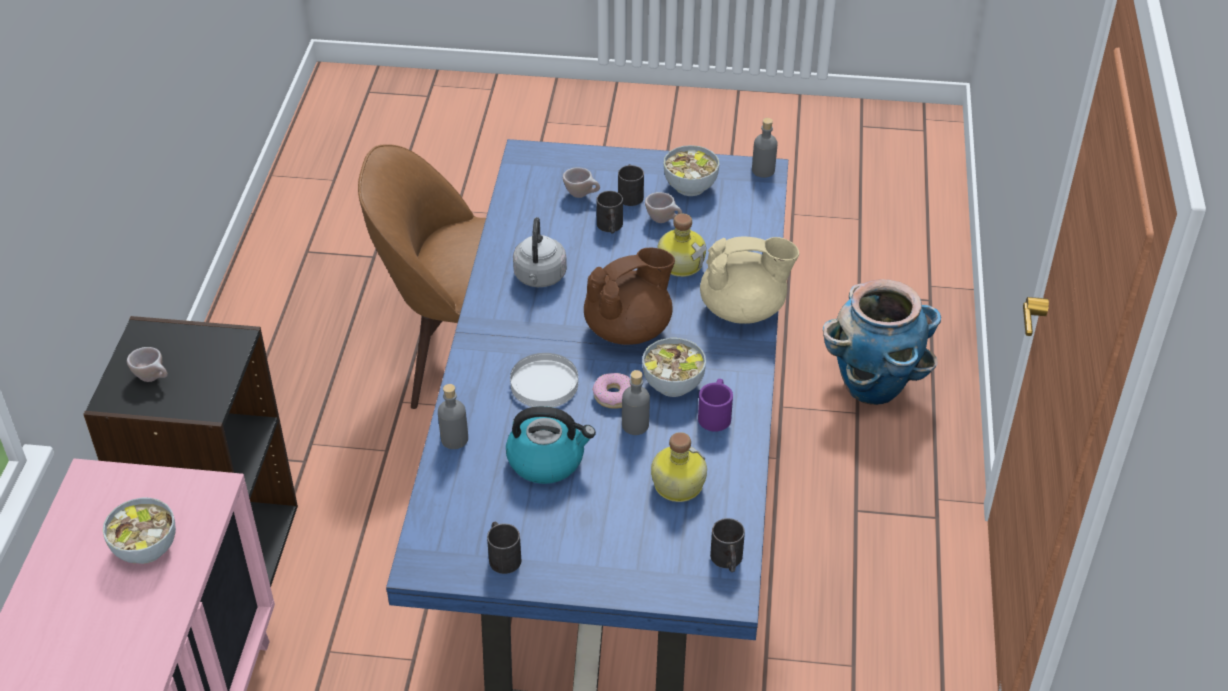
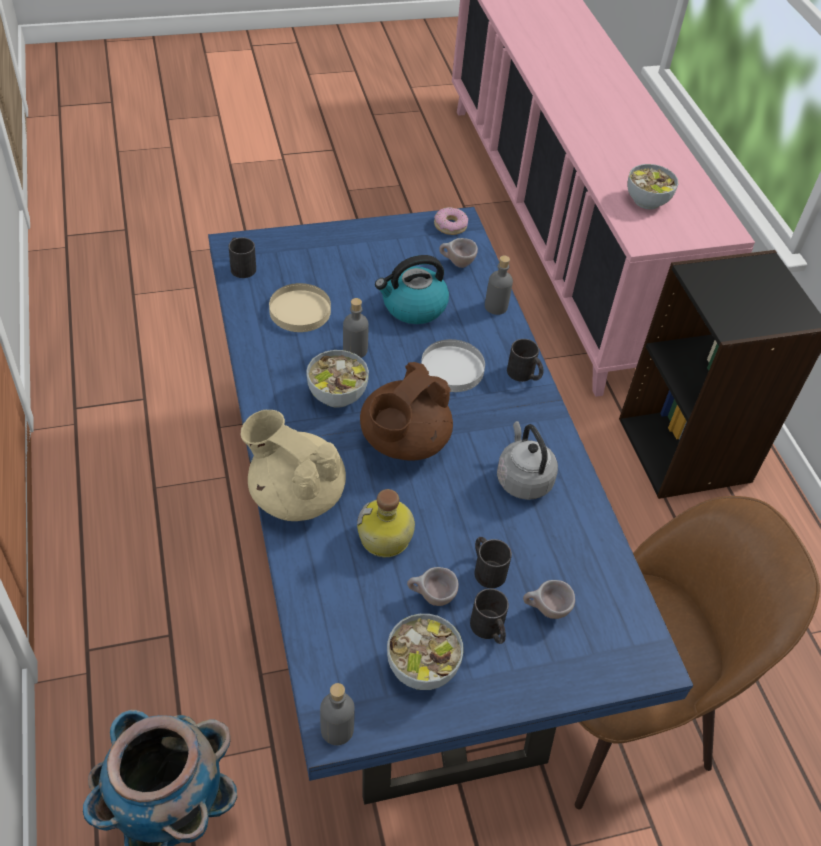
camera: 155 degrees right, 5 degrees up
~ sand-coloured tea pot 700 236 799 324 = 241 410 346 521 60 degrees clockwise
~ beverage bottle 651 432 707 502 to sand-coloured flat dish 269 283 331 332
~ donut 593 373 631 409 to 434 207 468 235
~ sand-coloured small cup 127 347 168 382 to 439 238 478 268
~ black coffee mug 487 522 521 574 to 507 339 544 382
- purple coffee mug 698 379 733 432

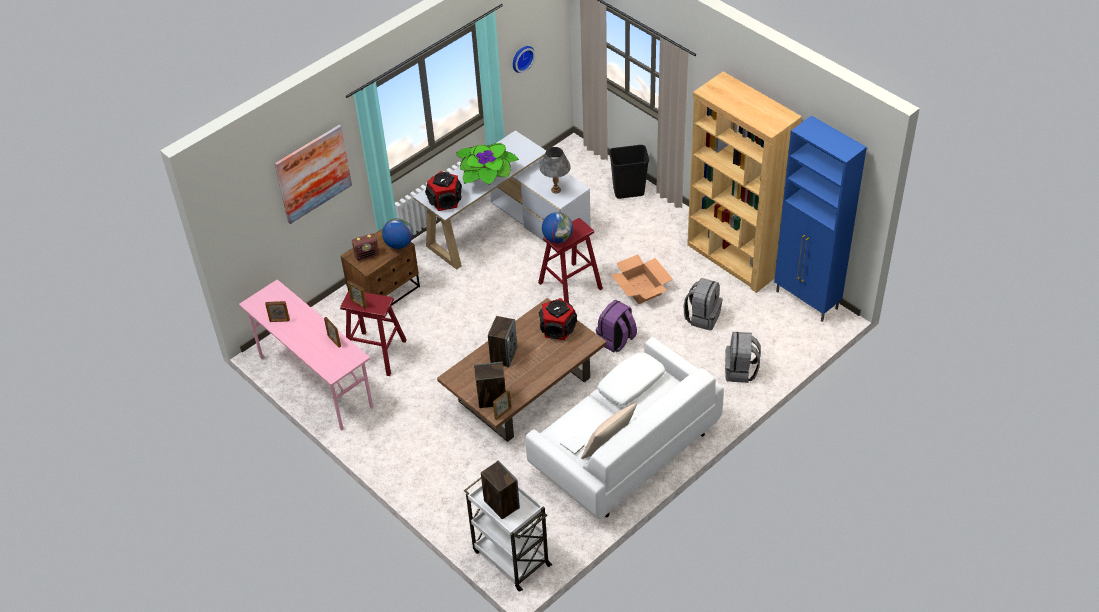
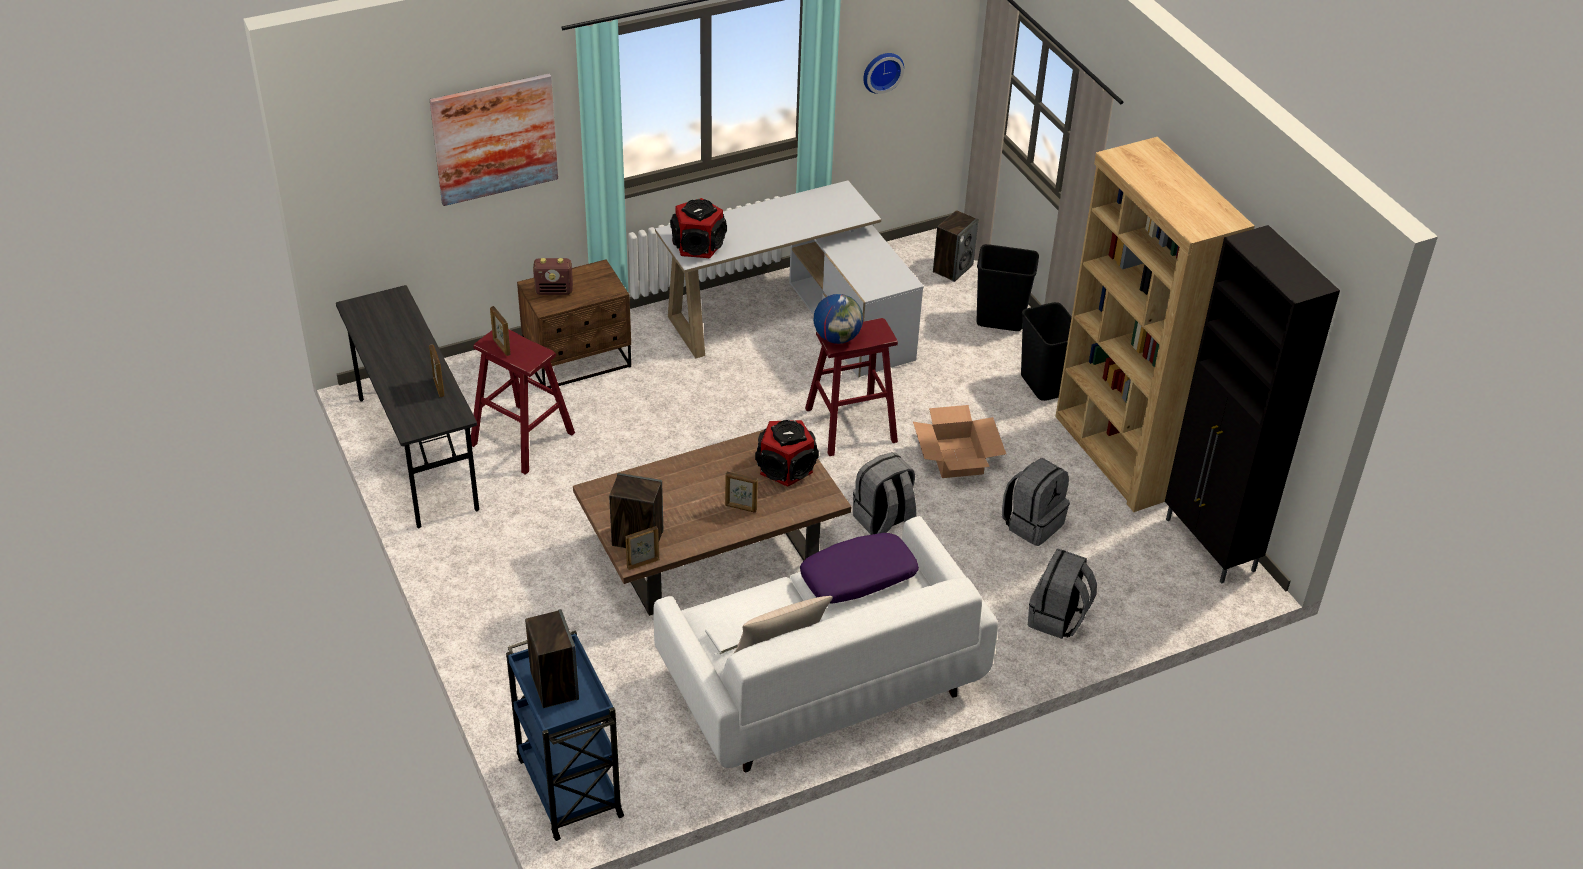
camera: 15 degrees right, 5 degrees down
~ pinkish desk table 239 280 373 430 to grey desk table 336 285 479 528
~ whitish wheeled cart 464 477 553 592 to blue wheeled cart 506 630 624 841
~ photo frame 265 301 290 322 to 725 471 758 513
~ whitish cushion 598 352 665 406 to purple cushion 800 533 919 603
~ purple backpack 596 300 637 352 to grey backpack 853 452 916 535
~ audio speaker 488 316 517 367 to 933 210 978 282
+ black rubbish bin 1021 302 1072 401
~ blue cupboard 774 115 867 322 to black cupboard 1165 225 1340 584
- desk globe 382 218 413 249
- plant in a pot 456 143 519 185
- grey table lamp 540 147 571 193

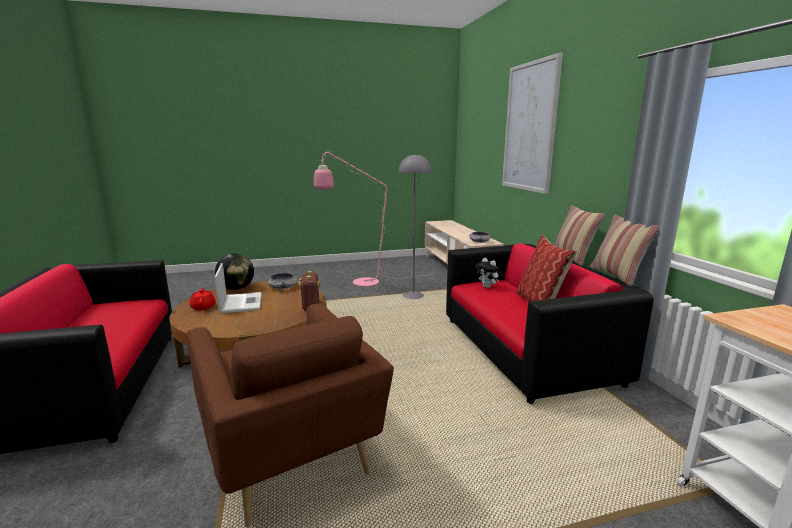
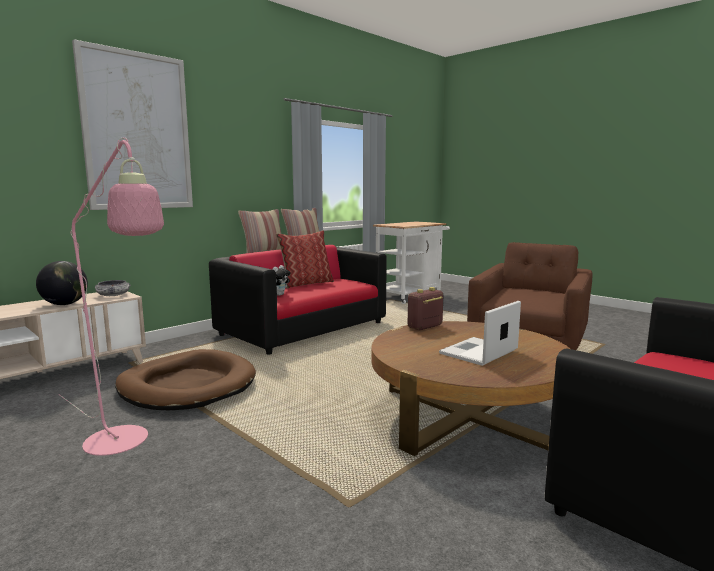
camera: 120 degrees left, 5 degrees down
~ desk globe 215 253 254 290 to 36 261 88 305
~ grey floor lamp 398 154 432 299 to brown-coloured dog cushion 115 349 256 410
- red-coloured tea pot 190 287 216 310
- bowl 267 273 296 289

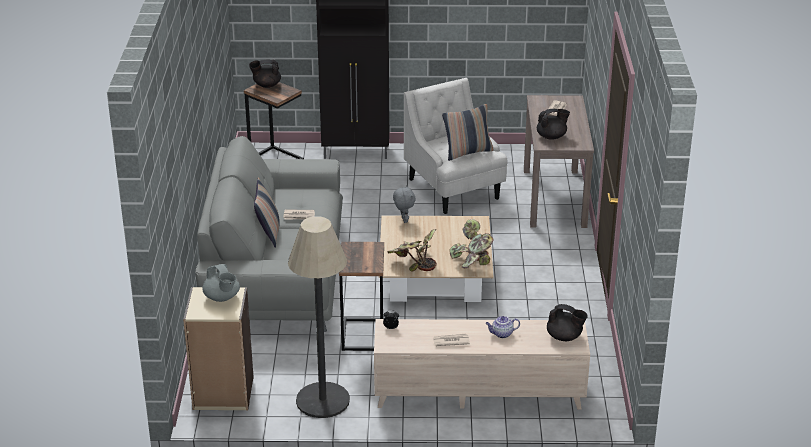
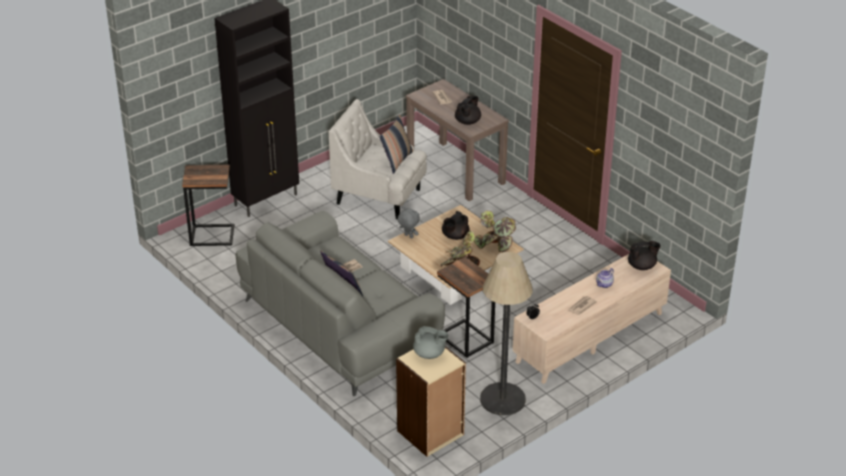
camera: 40 degrees left, 5 degrees up
~ black tea pot 249 60 281 88 to 442 211 470 240

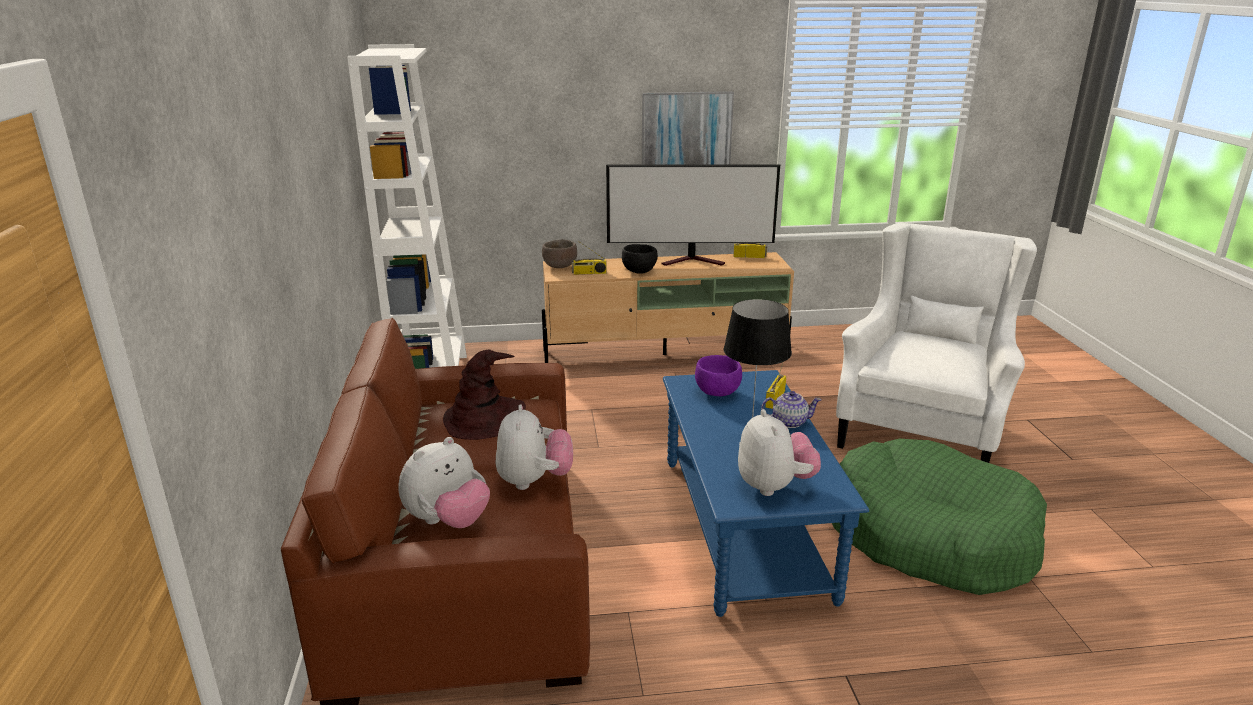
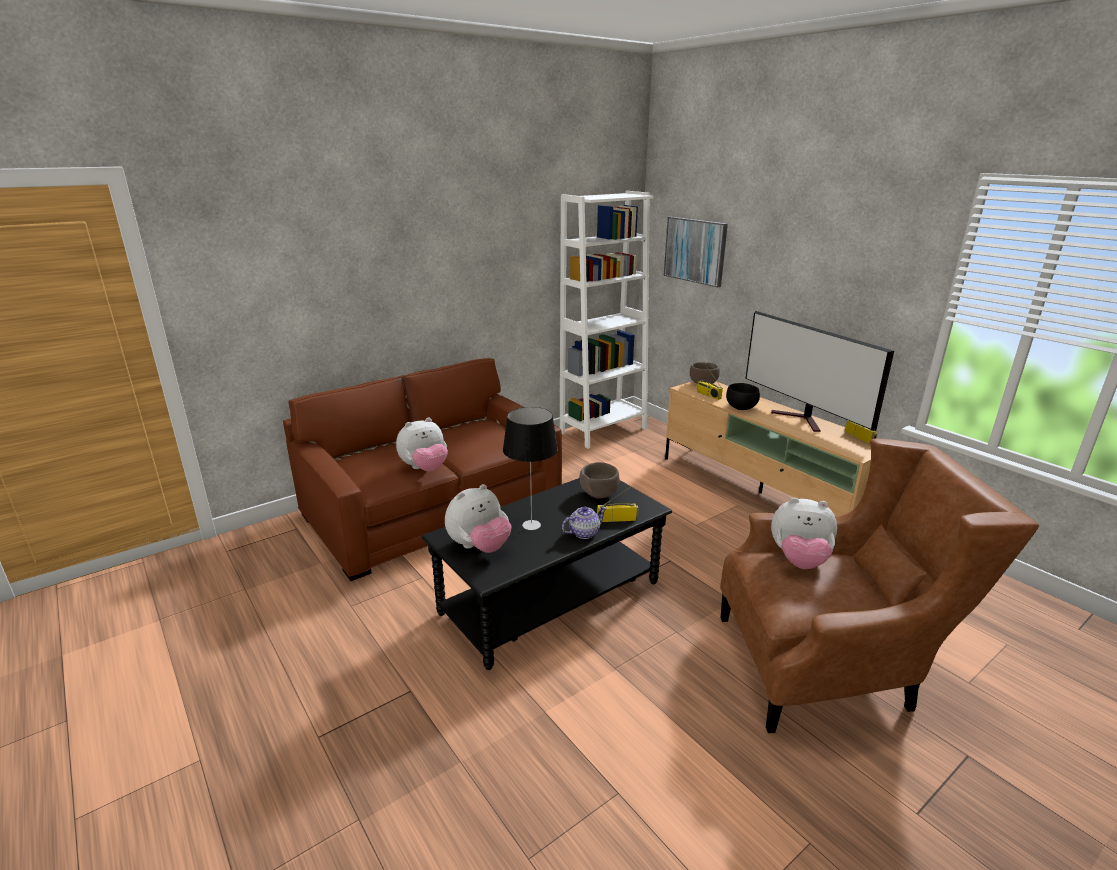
camera: 60 degrees right, 0 degrees up
~ blue low table 663 370 869 617 to black low table 421 478 672 670
~ tea pot 761 391 822 428 = 562 506 607 539 90 degrees counterclockwise
~ purple bowl 695 355 742 396 to brown-coloured bowl 579 462 620 499
~ picture 642 91 734 165 to 664 217 728 288
~ whitish lounge chair 836 223 1037 463 to brown-coloured lounge chair 720 439 1039 733
~ cuddly toy 398 437 490 528 to 771 498 837 569
- brown-coloured clothing hat 443 350 526 440
- green dog cushion 832 439 1047 595

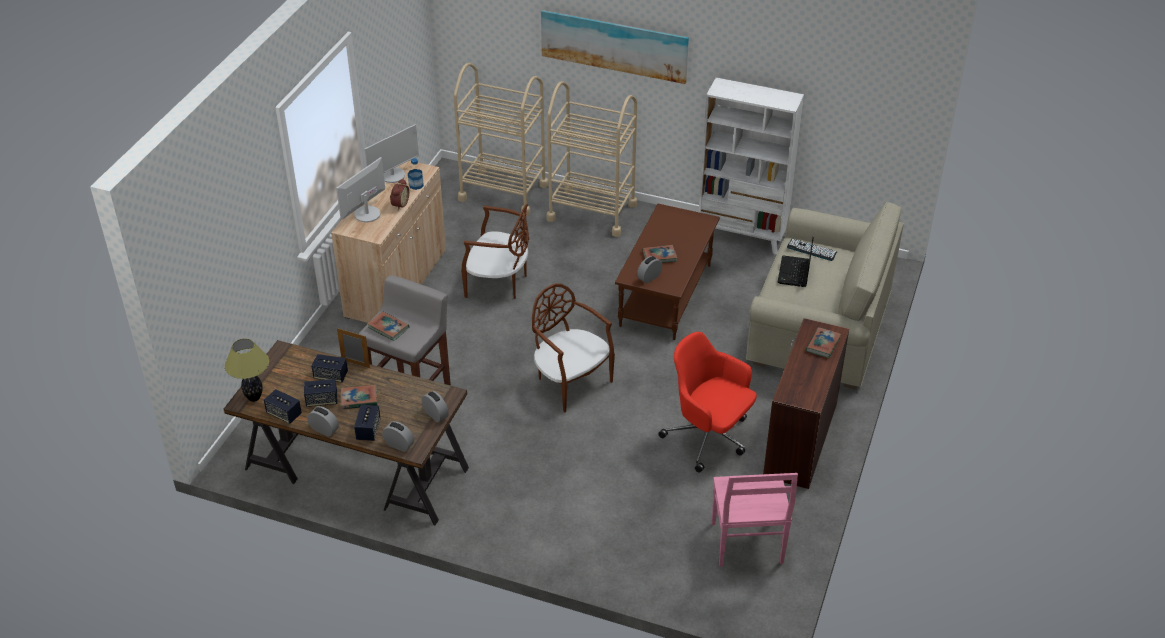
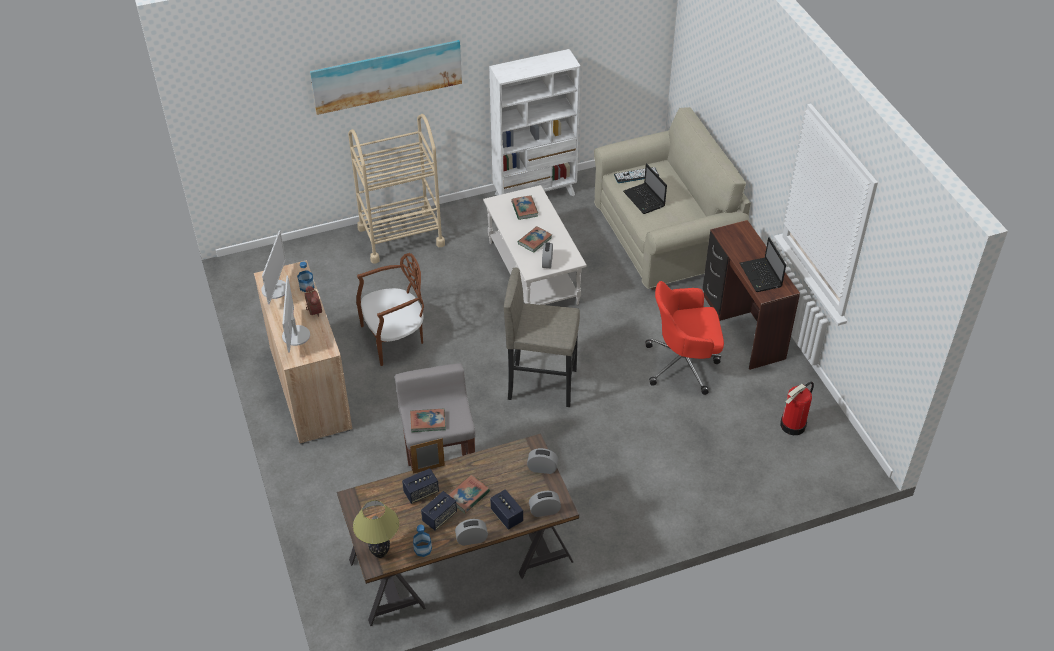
camera: 40 degrees left, 5 degrees up
~ audio speaker 264 389 302 424 to beverage bottle 413 525 432 557
~ brown-coloured low table 615 204 720 340 to whitish low table 483 185 587 305
~ brown-coloured upright chair 532 284 615 413 to grey sitting stool 504 267 580 407
~ book 806 327 841 358 to 511 195 538 220
+ laptop 740 237 786 292
~ pinkish upright chair 712 473 798 567 to extinguisher 780 382 814 435
- sand-coloured wheeled cart 454 63 548 216

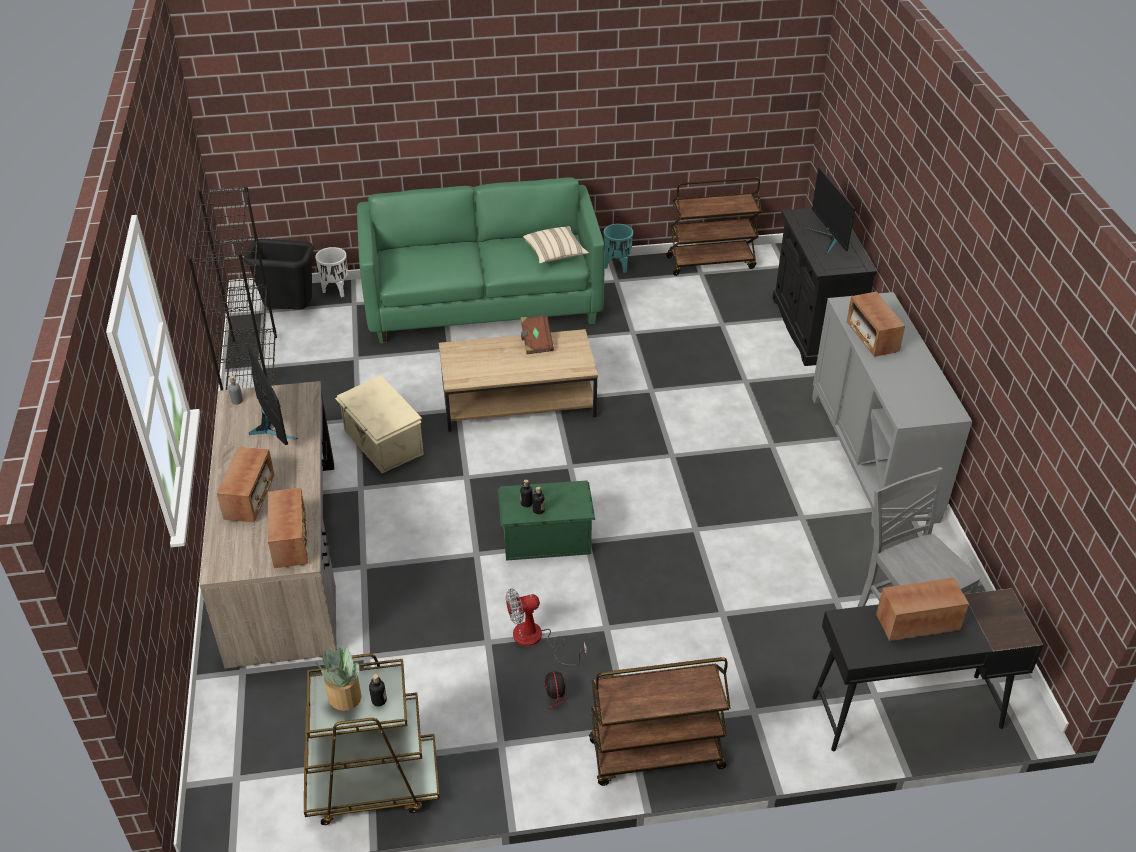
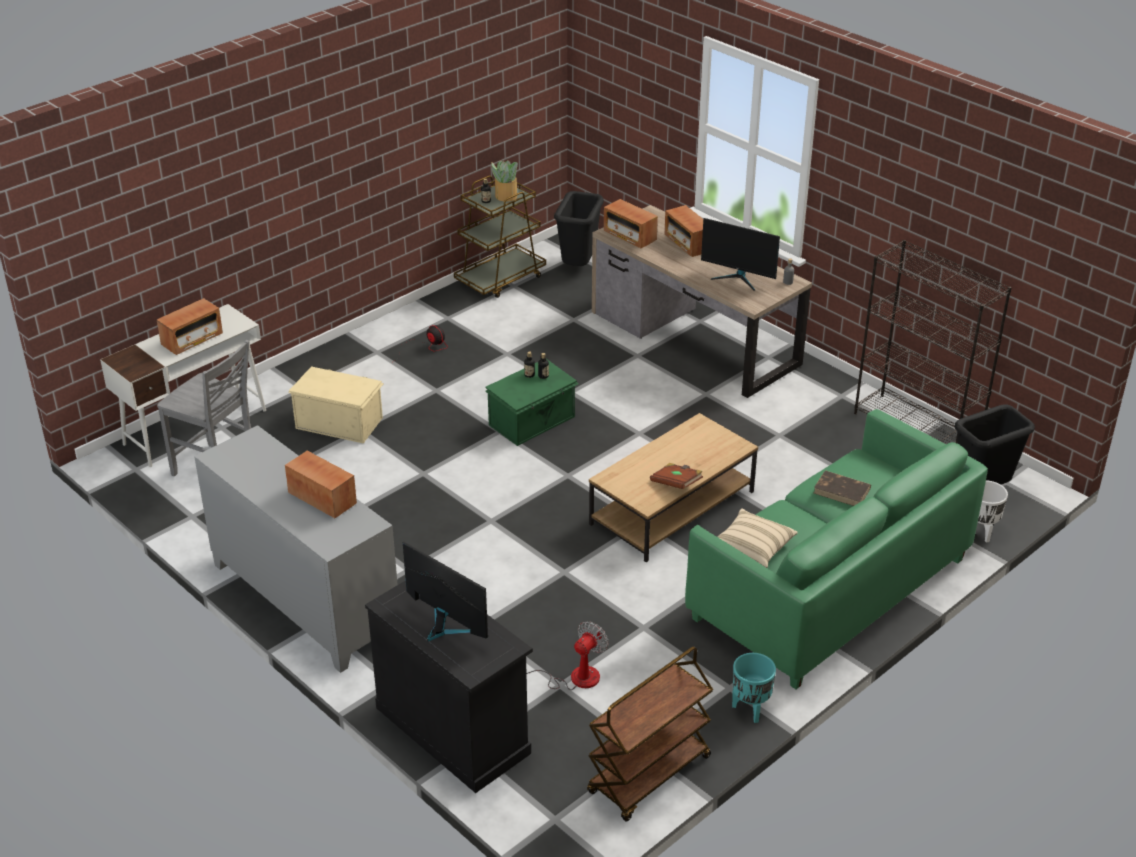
camera: 145 degrees right, 5 degrees down
~ black desk table 812 588 1043 751 to whitish desk table 100 304 266 467
~ sand-coloured storage box 335 375 424 473 to 288 366 384 443
~ cooling fan 506 588 587 666 to 526 621 608 690
+ black rubbish bin 554 191 604 266
+ brown-coloured book 814 470 871 506
- brown-coloured wheeled cart 589 657 731 786

